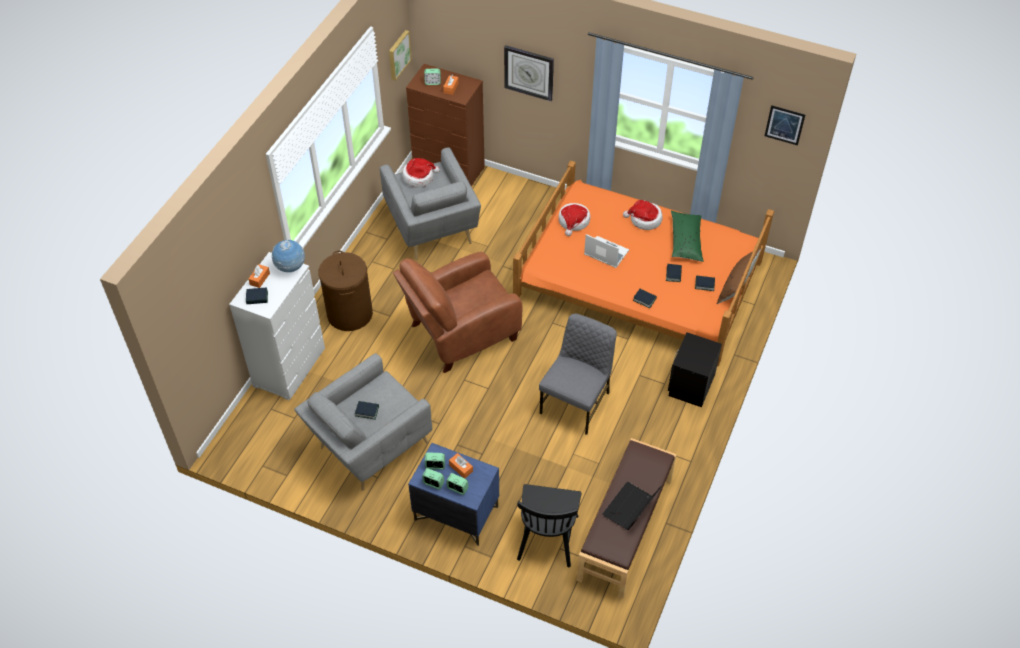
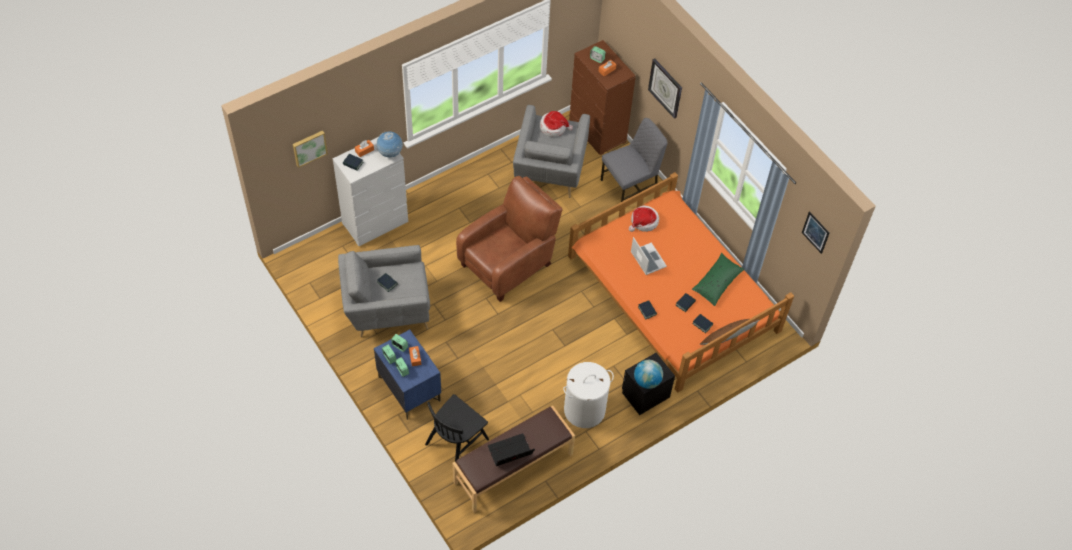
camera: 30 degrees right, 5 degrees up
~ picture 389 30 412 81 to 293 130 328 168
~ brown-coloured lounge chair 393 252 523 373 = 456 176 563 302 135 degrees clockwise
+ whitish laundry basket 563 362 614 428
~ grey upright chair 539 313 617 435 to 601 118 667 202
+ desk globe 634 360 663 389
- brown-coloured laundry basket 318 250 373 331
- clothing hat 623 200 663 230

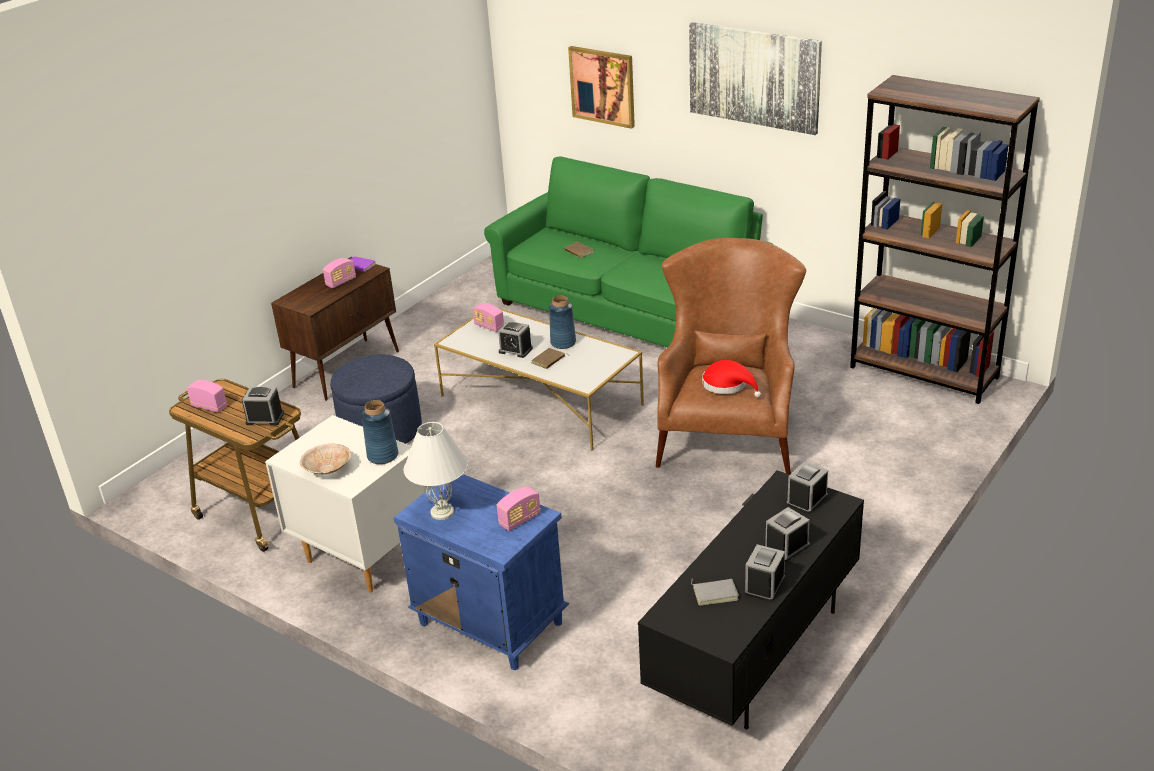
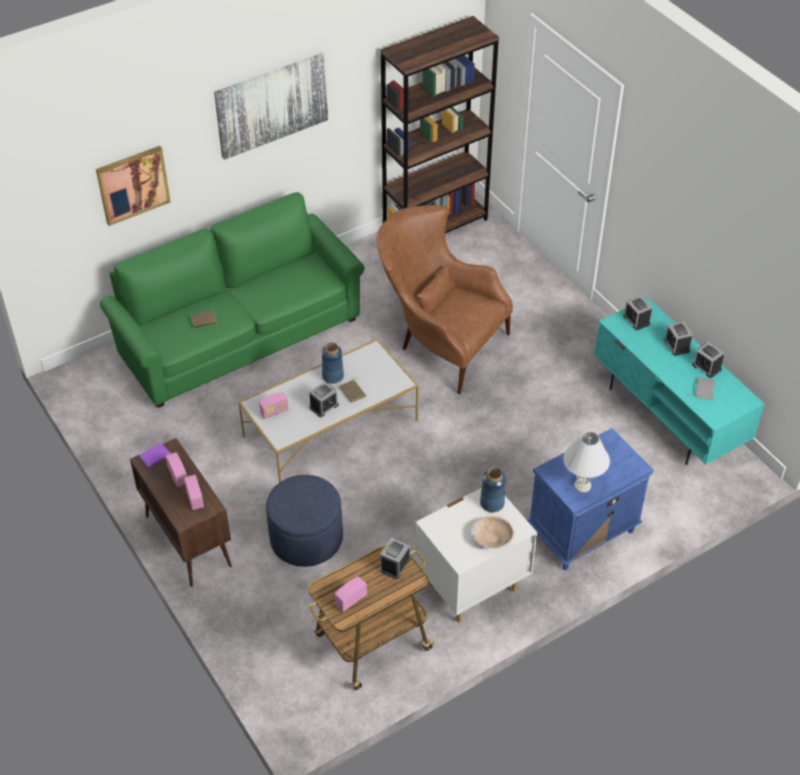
camera: 70 degrees left, 15 degrees up
~ radio receiver 497 486 541 531 to 184 475 204 510
~ black media console 638 470 864 730 to turquoise-coloured media console 594 298 765 465
- red-coloured clothing hat 702 360 761 397

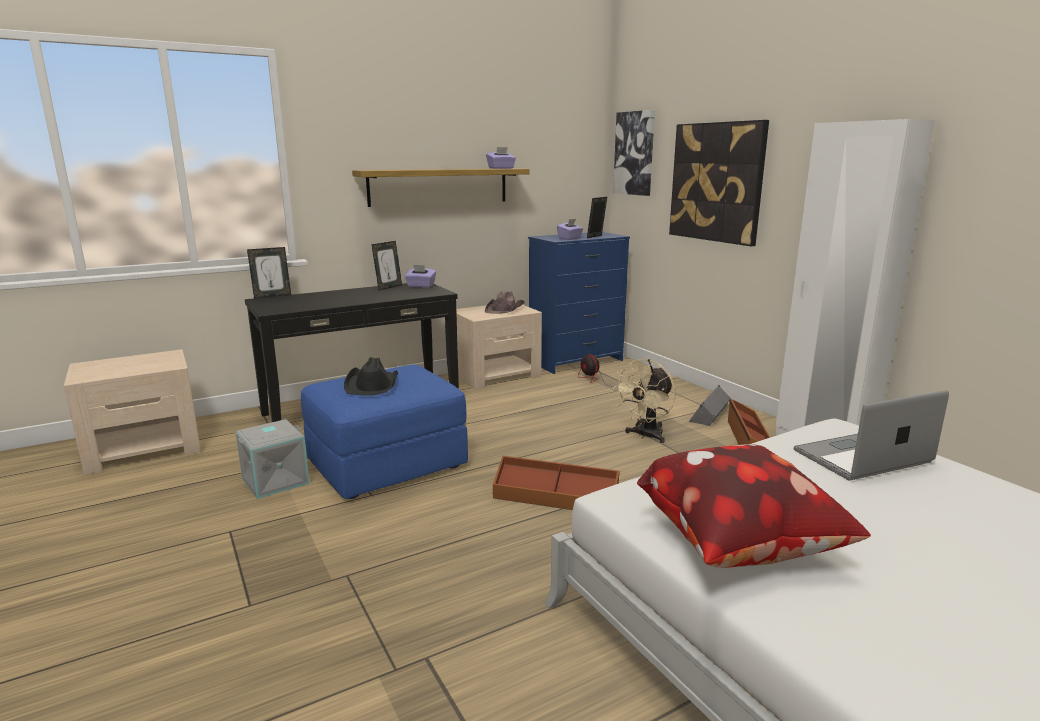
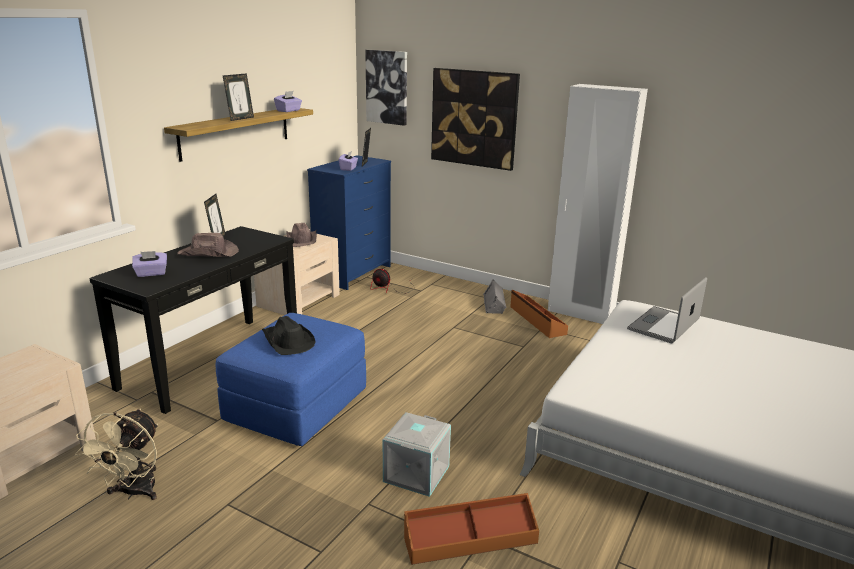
camera: 30 degrees left, 5 degrees up
~ sand-coloured cooling fan 612 359 675 443 to 75 409 158 500
~ purple box of tissues 405 265 436 288 to 132 251 167 277
+ brown-coloured clothing hat 178 233 239 257
~ photo frame 247 247 291 299 to 223 73 254 121
~ grey storage box 236 419 310 499 to 383 412 451 497
~ brown-coloured storage box 493 456 620 510 to 404 493 539 565
- cushion 637 444 871 568

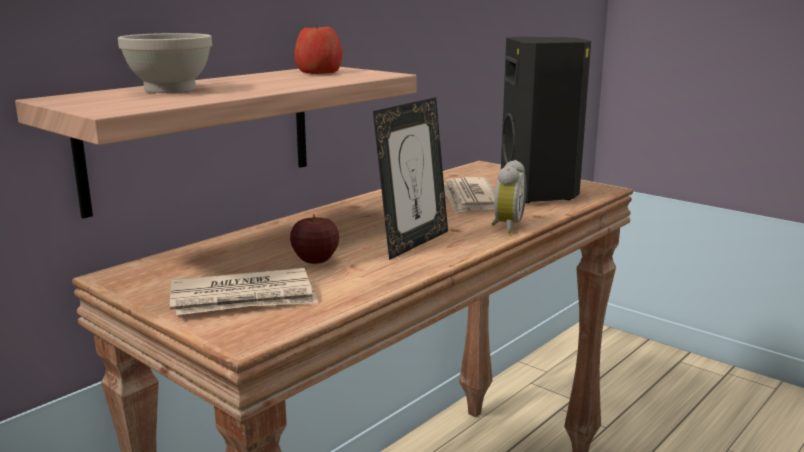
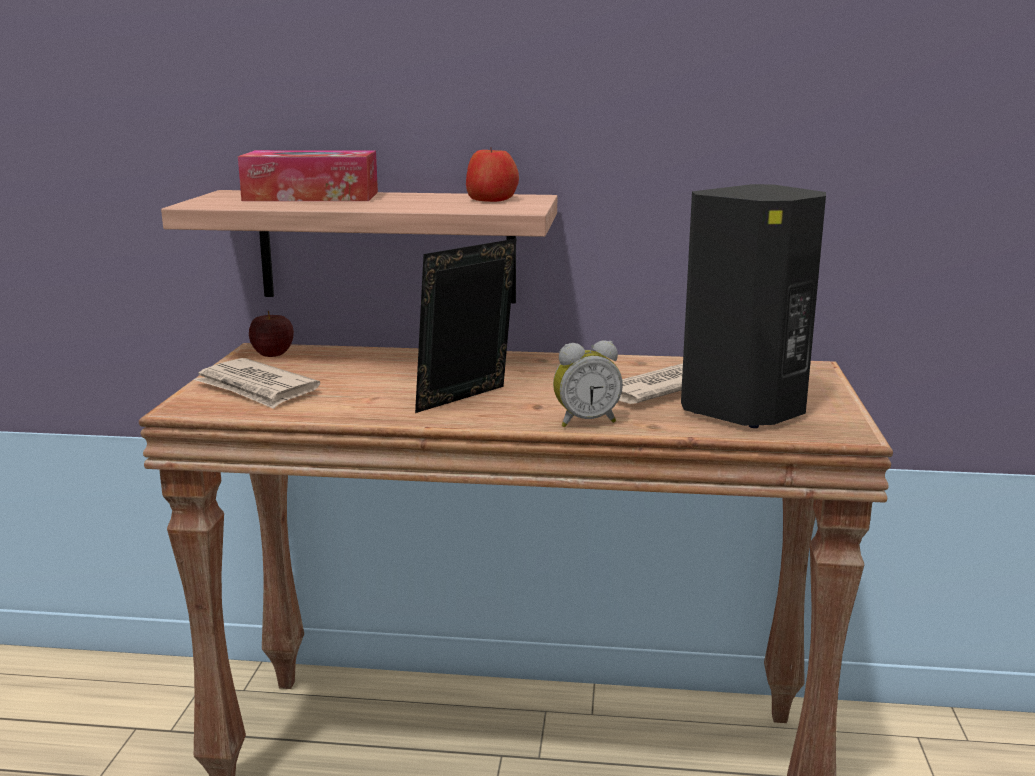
camera: 55 degrees right, 0 degrees up
~ whitish bowl 118 33 212 93 to box of tissues 238 150 378 201
~ apple fruit 290 214 339 264 to 249 311 294 357
~ photo frame 373 97 448 260 = 415 239 517 413 135 degrees clockwise

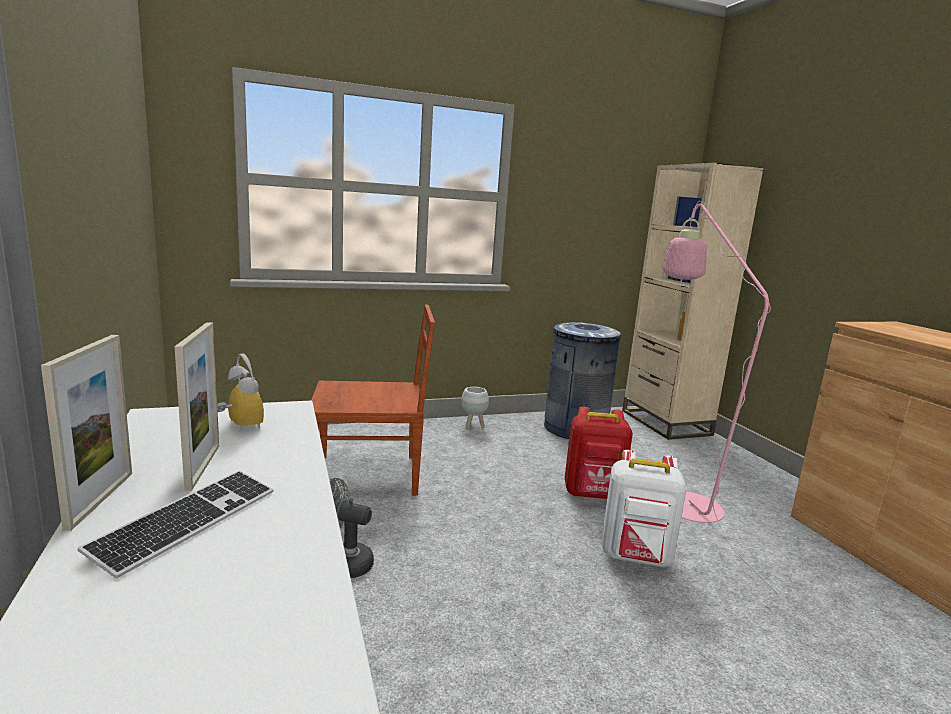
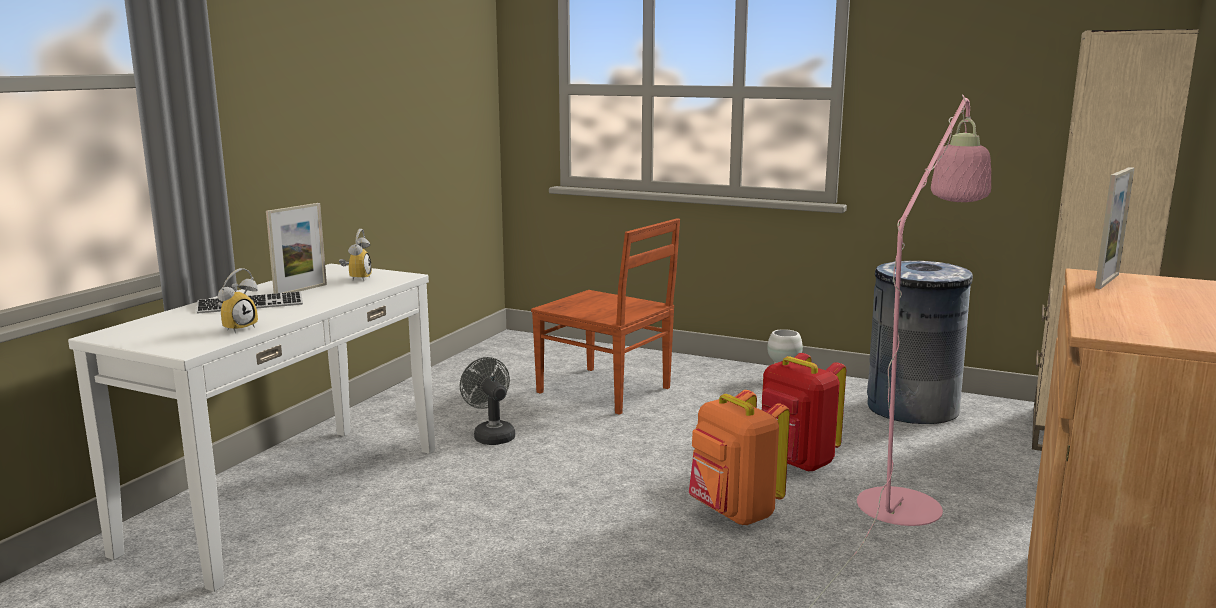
camera: 45 degrees right, 0 degrees up
+ alarm clock 217 268 258 333
~ whitish backpack 602 450 687 567 to orange backpack 689 390 790 525
~ photo frame 41 335 132 531 to 1095 167 1134 289

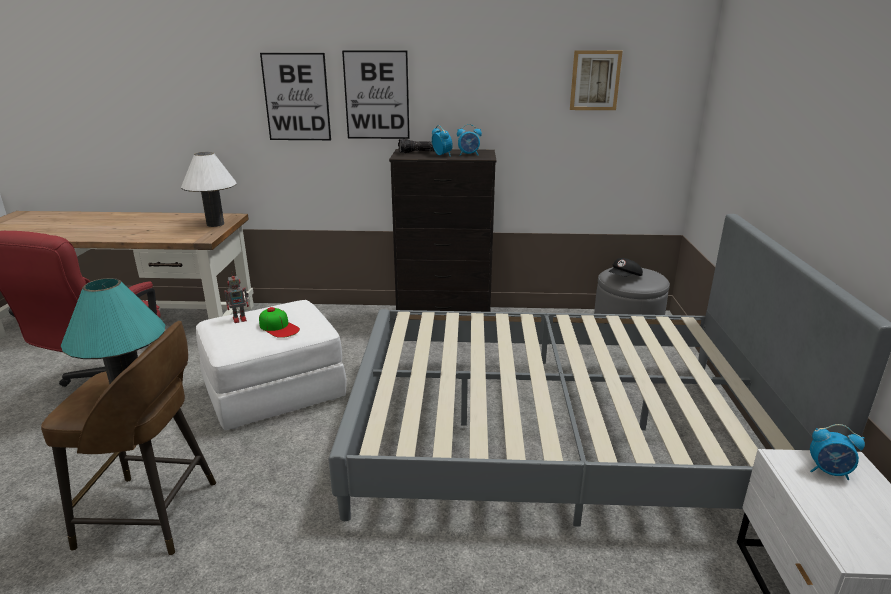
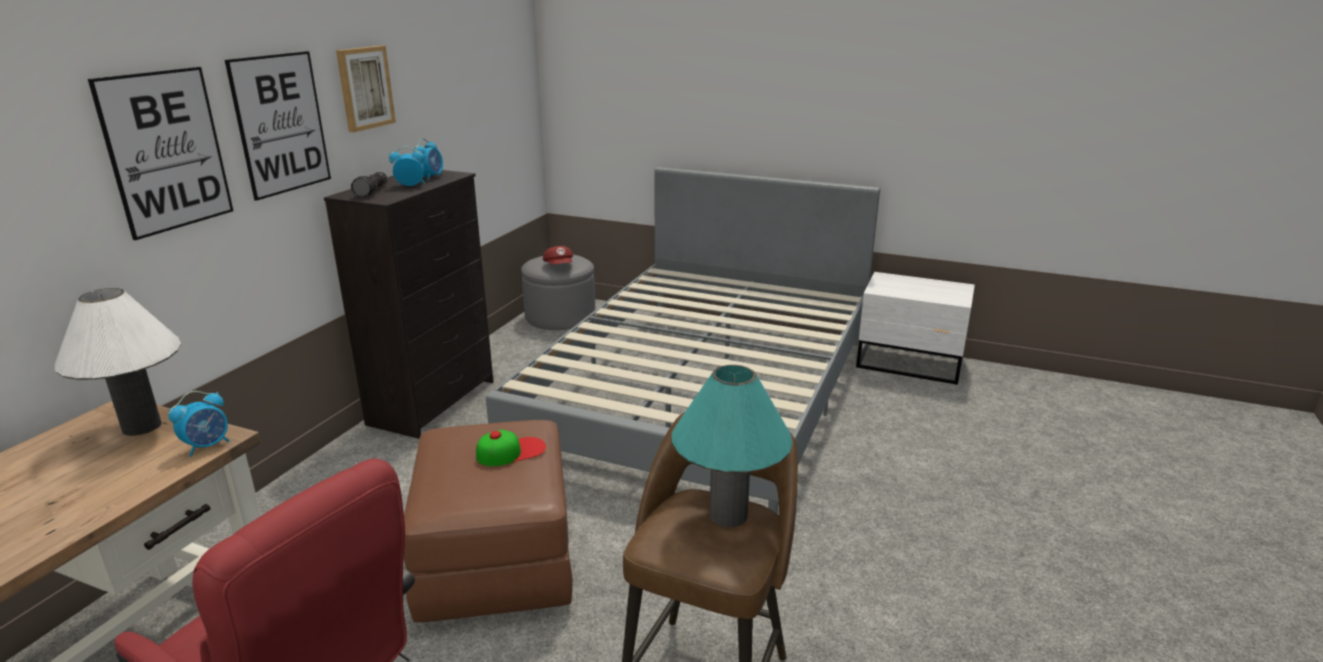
camera: 70 degrees left, 0 degrees up
~ alarm clock 810 424 865 480 to 168 391 229 457
~ picture 570 50 623 110 to 336 46 396 132
~ whitish footrest 196 300 347 430 to brown-coloured footrest 404 420 573 622
~ black baseball cap 609 258 643 277 to red-coloured baseball cap 543 246 573 265
- model robot 224 272 249 323

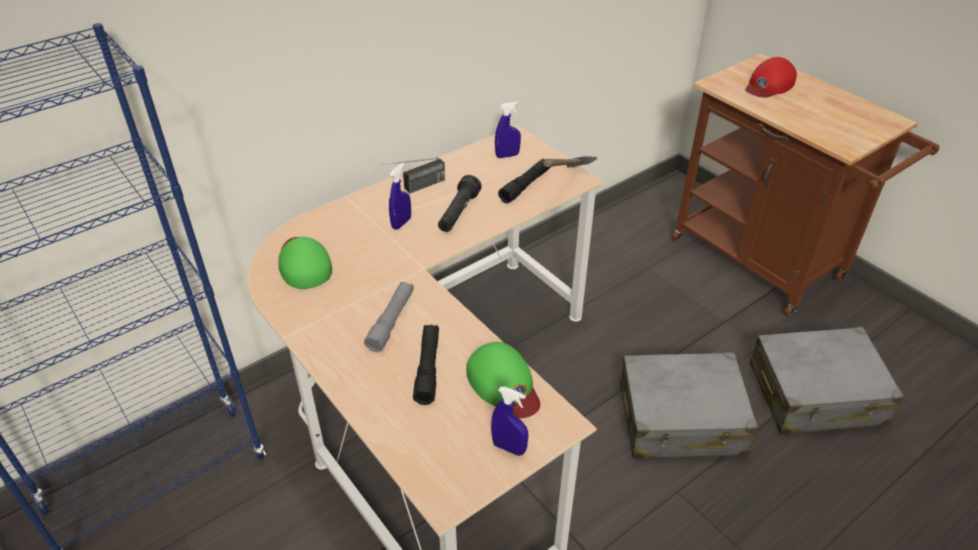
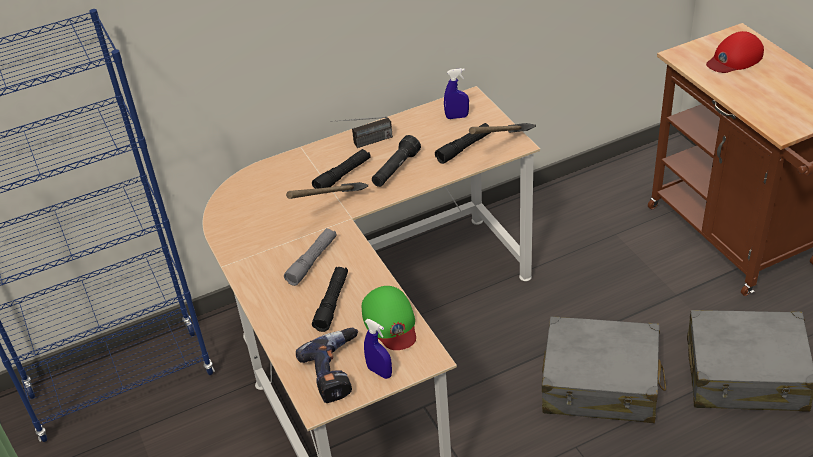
camera: 15 degrees right, 0 degrees up
+ tool hammer 286 182 368 199
+ electric drill 296 328 358 403
~ blue sprayer 389 163 411 230 to black torch 312 149 371 189
- green baseball cap 278 237 332 289

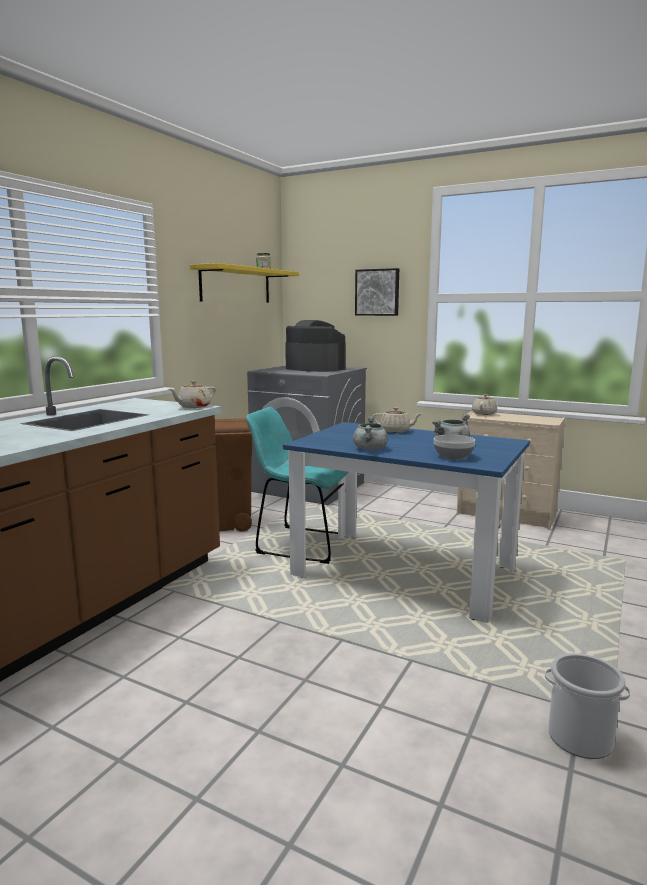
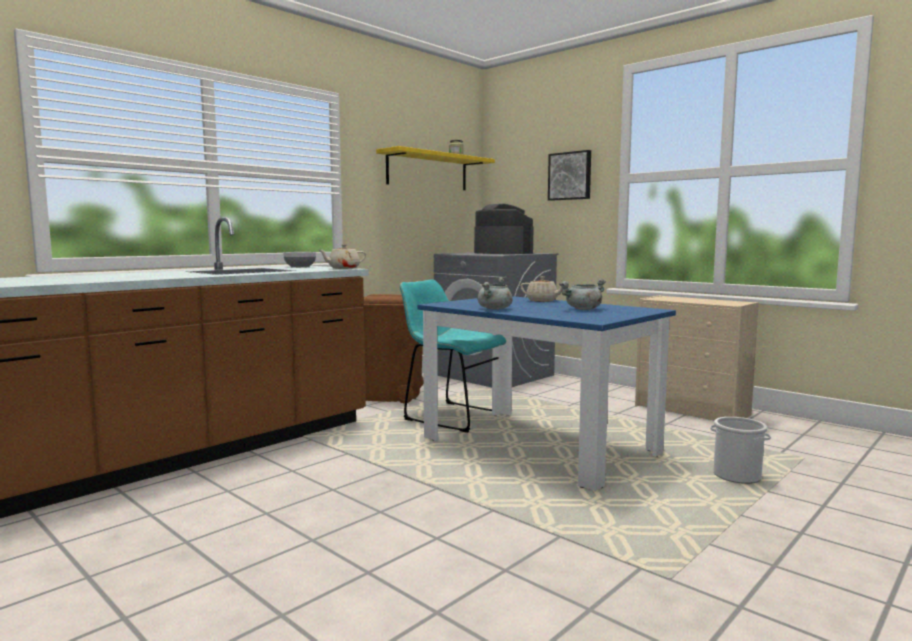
camera: 15 degrees right, 5 degrees down
~ bowl 434 435 475 460 to 283 252 316 268
~ pail 545 653 630 759 to 710 417 771 484
- sand-coloured tea pot 472 394 497 415

